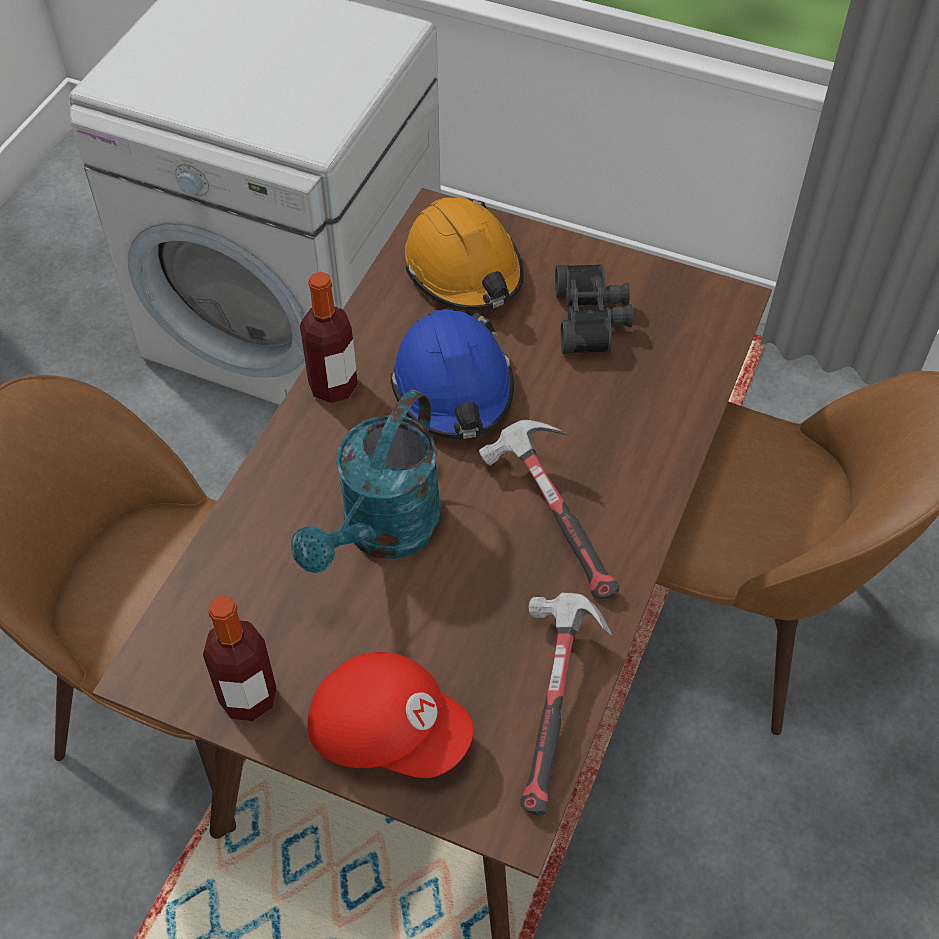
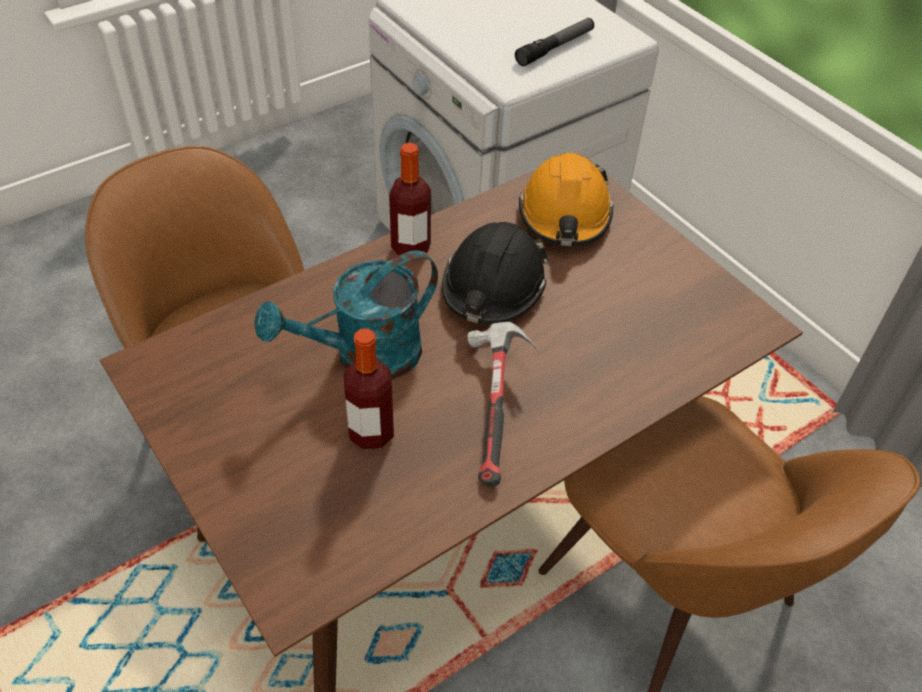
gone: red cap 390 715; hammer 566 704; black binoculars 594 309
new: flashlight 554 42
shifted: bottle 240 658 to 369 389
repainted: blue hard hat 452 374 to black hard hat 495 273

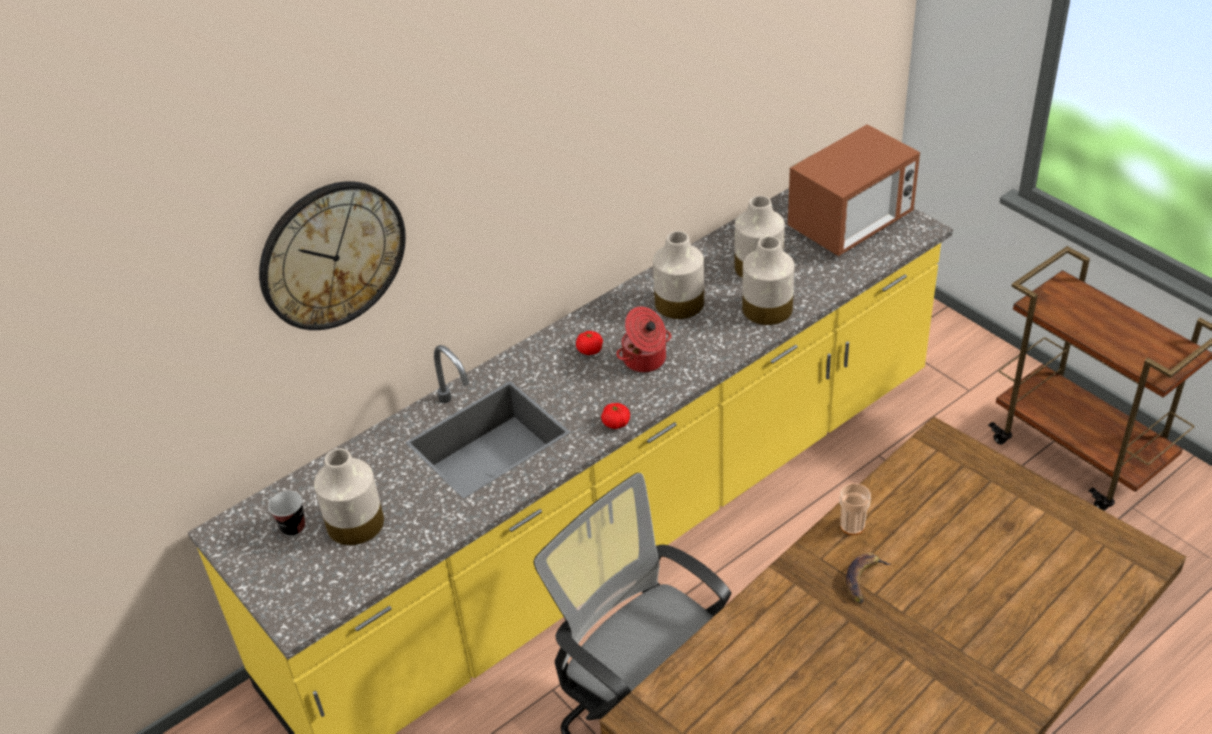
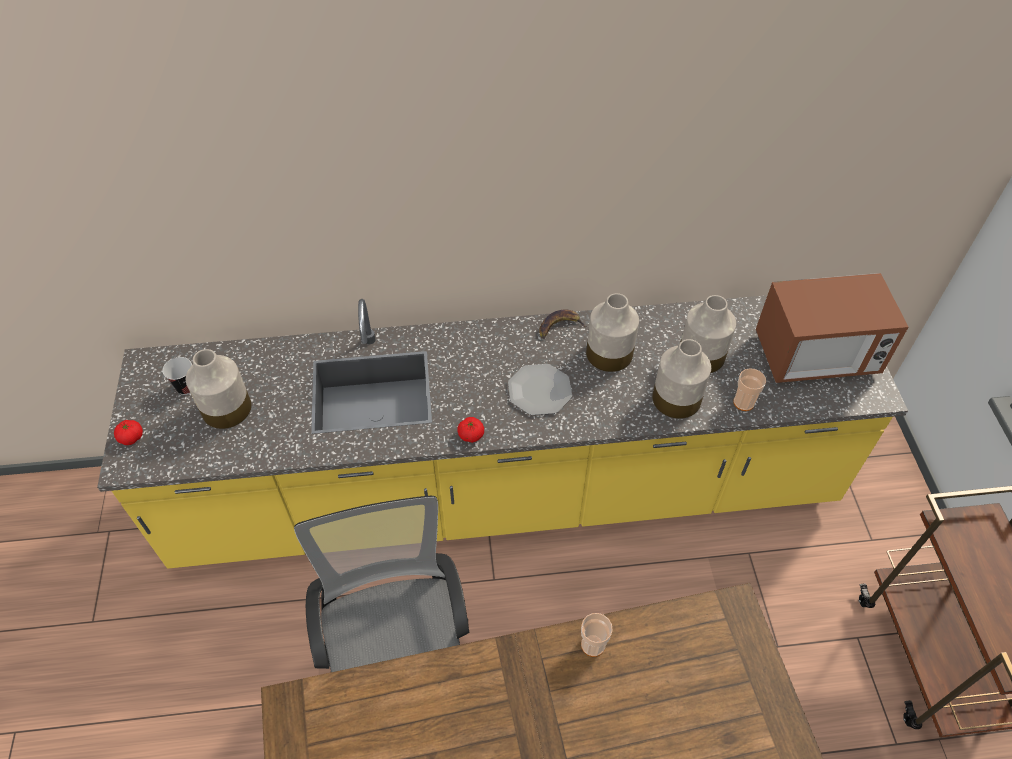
gone: wall clock 332 255
new: cup 749 389
shifted: tomato 589 343 to 128 432; banana 869 578 to 562 324
swapped: cooking pot 643 340 to plate 540 389

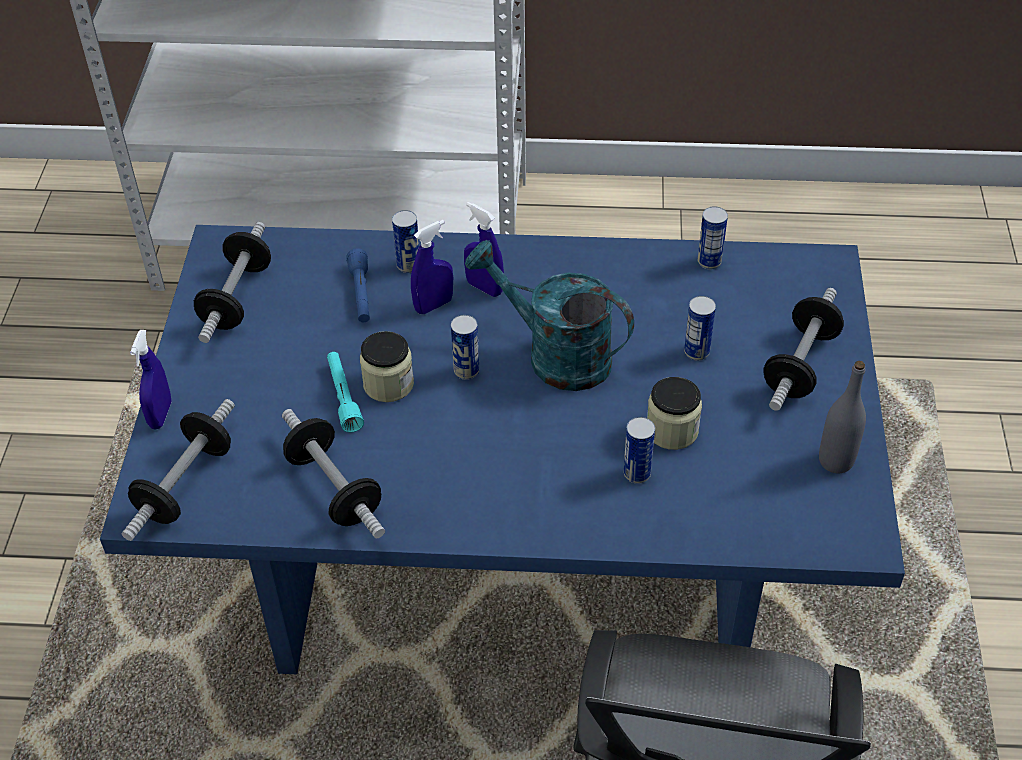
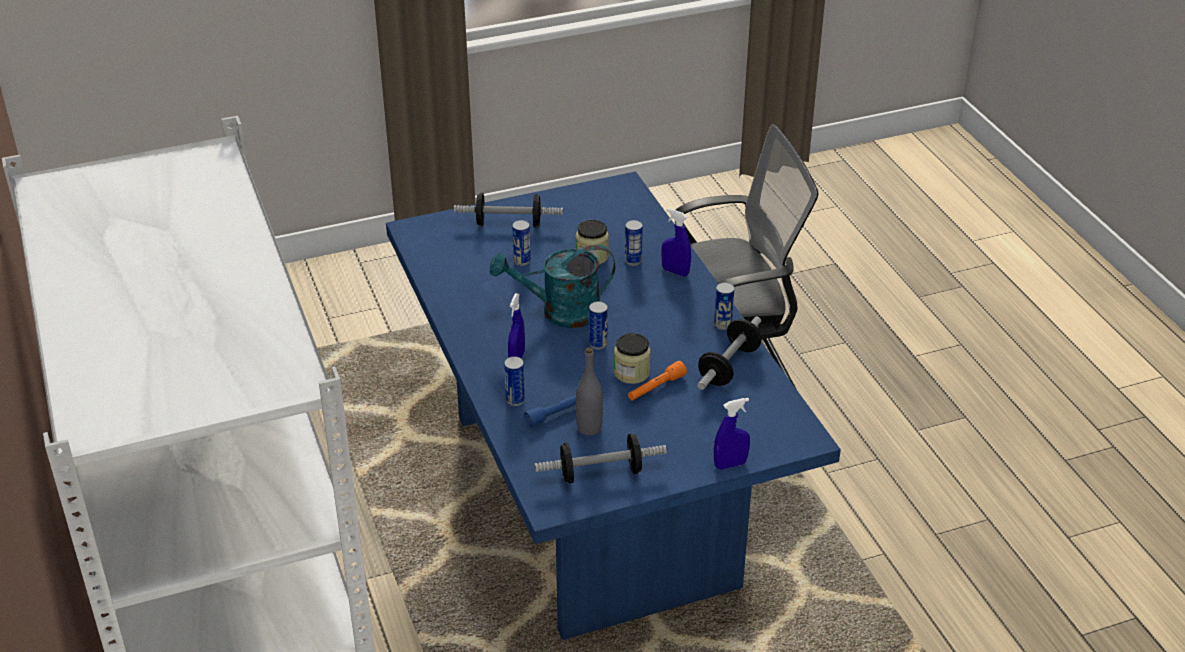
gone: dumbbell 178 470
shifted: blue spray bottle 432 267 to 676 242; can 713 238 to 724 306; grey bottle 842 417 to 589 391
repainted: turquoise flashlight 345 392 to orange flashlight 657 381
rotated: turquoise watering can 549 315 = 552 286 75 degrees clockwise

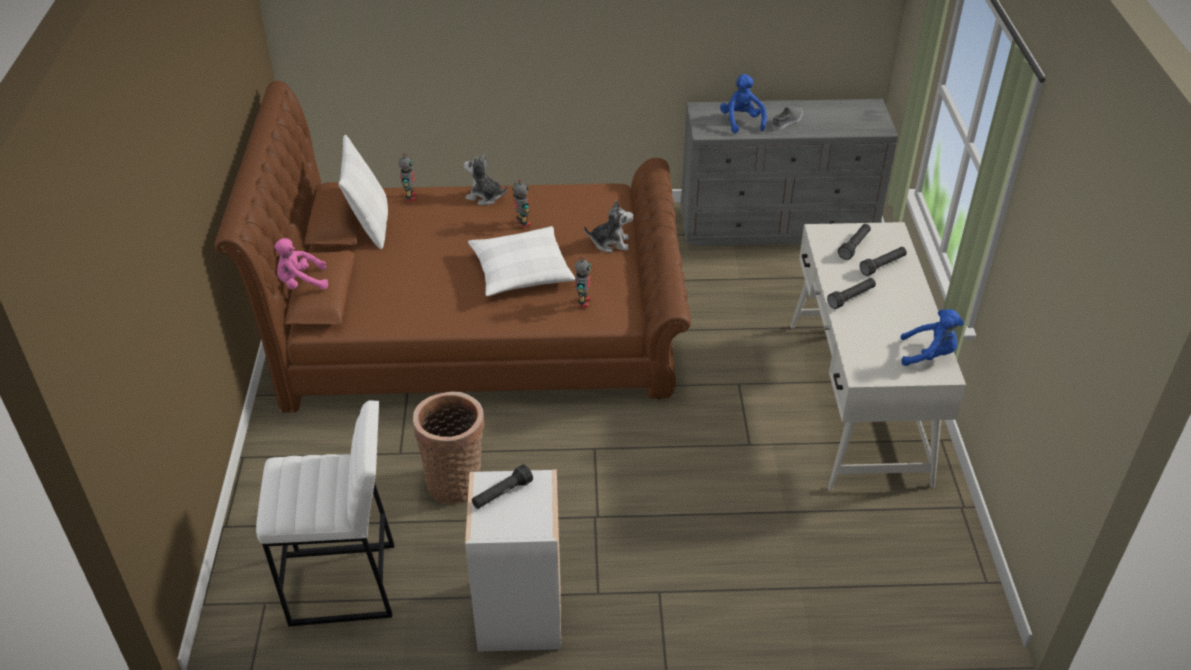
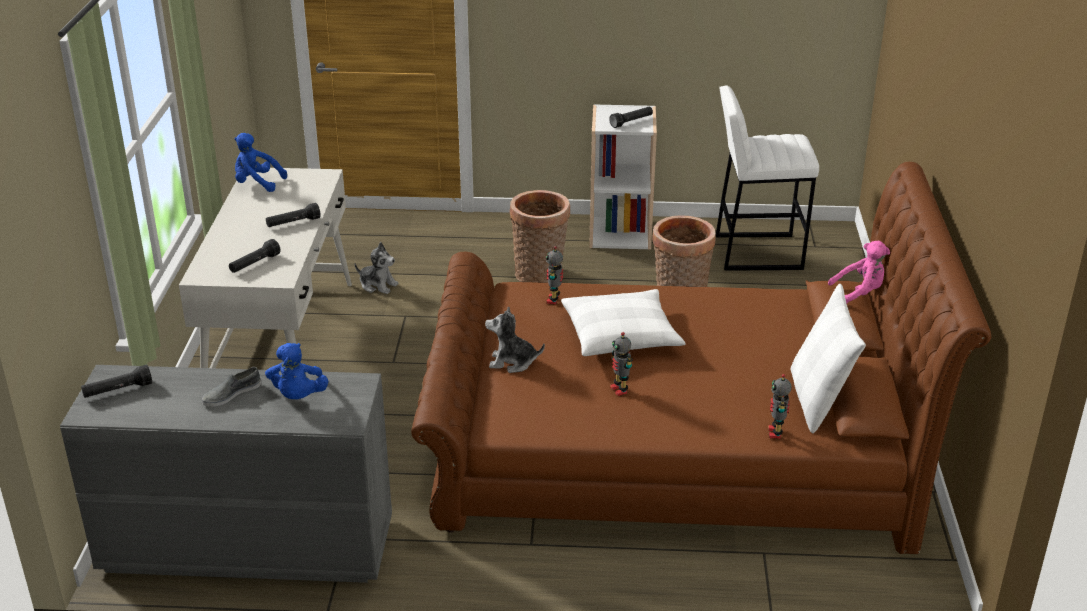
new: basket 540 236
shifted: plush toy 486 179 to 376 268; black flashlight 883 261 to 116 381

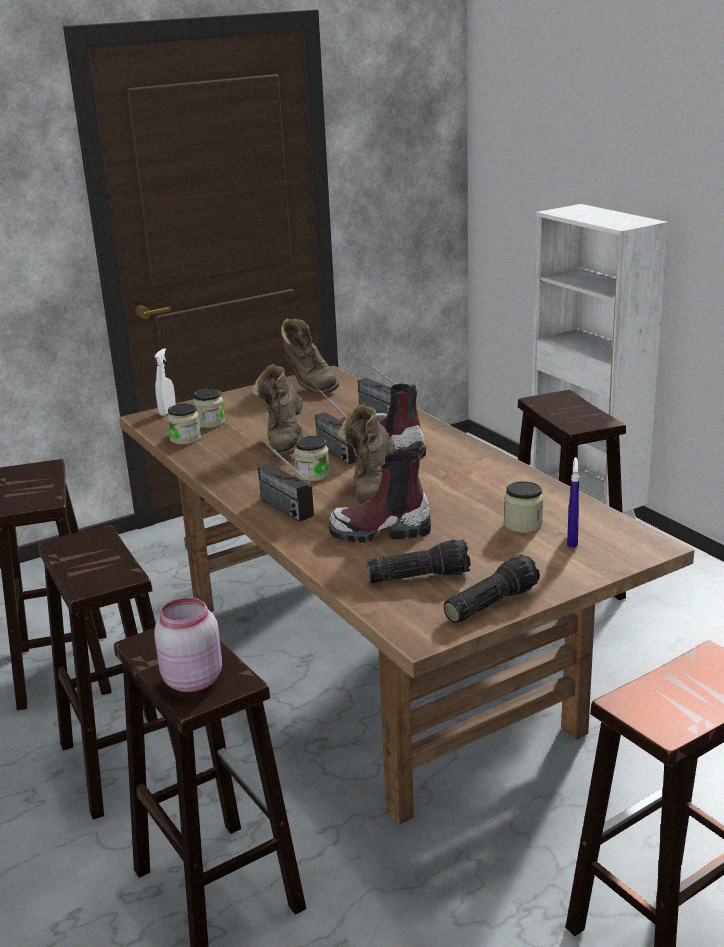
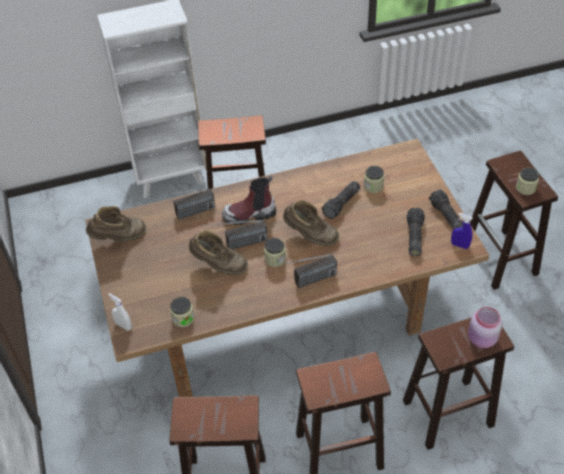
gone: boot 380 494
new: flashlight 341 200
shifted: jar 208 408 to 527 181; blue spray bottle 573 502 to 462 231

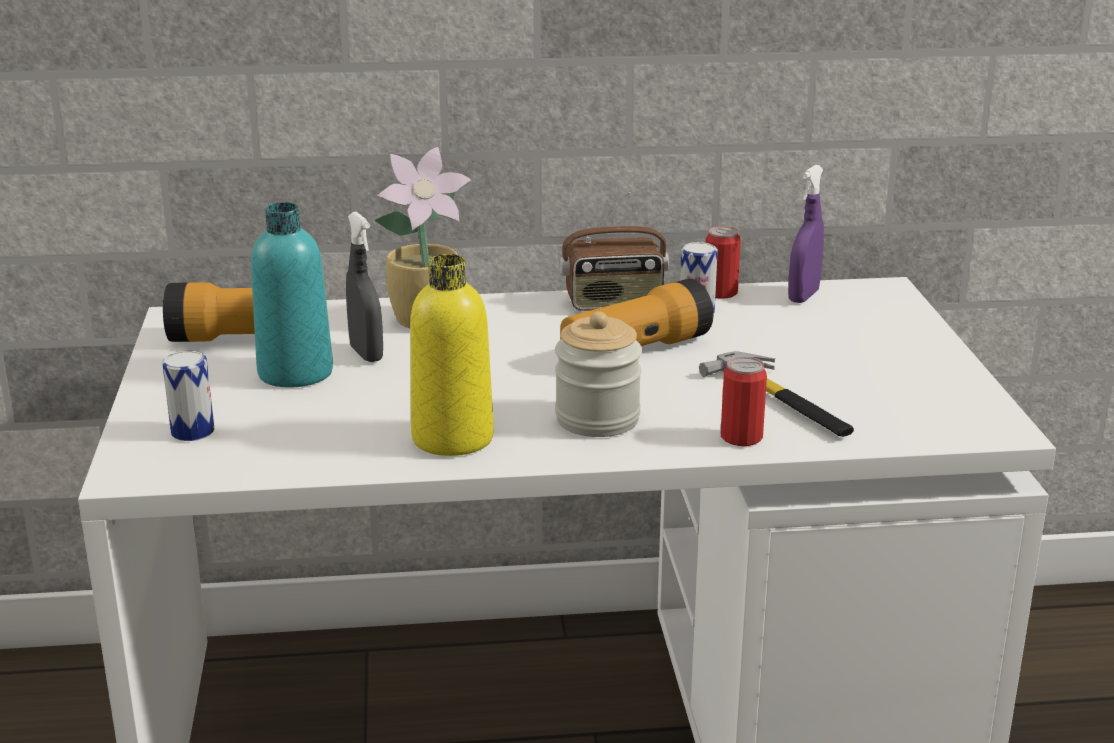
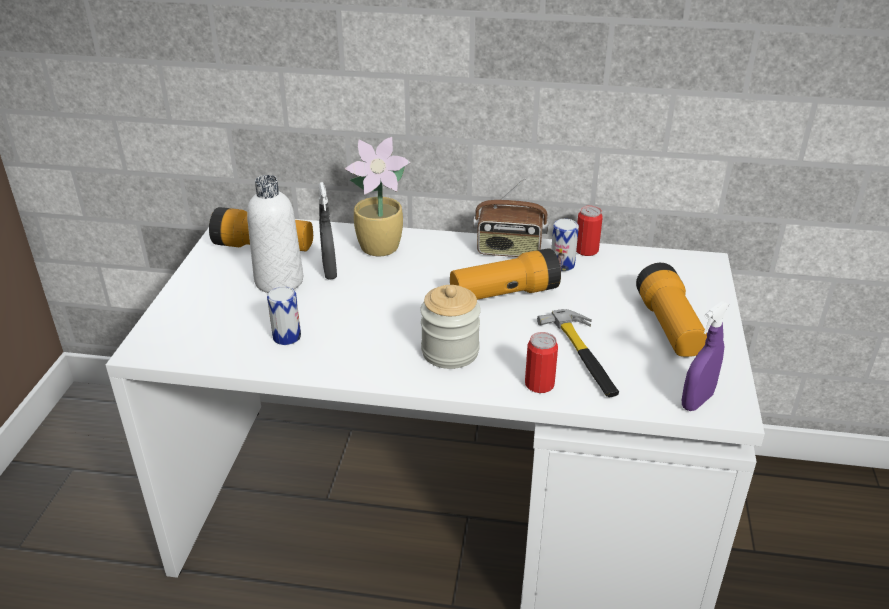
gone: yellow bottle 452 355
new: flashlight 671 310
shifted: can 188 396 to 284 316; purple spray bottle 806 234 to 705 356
repainted: turquoise bottle 292 294 to white bottle 275 234

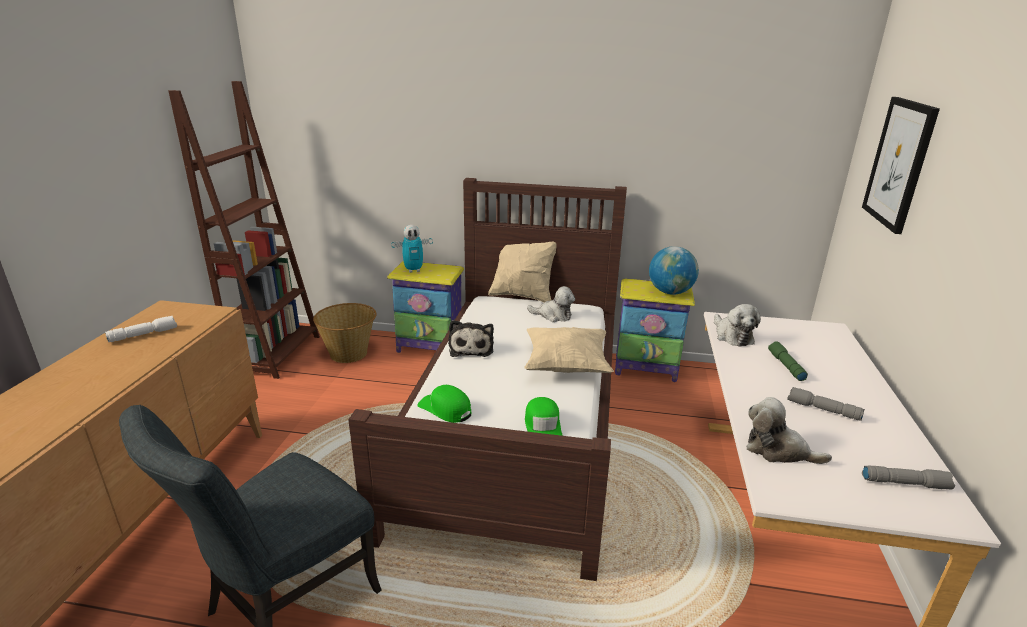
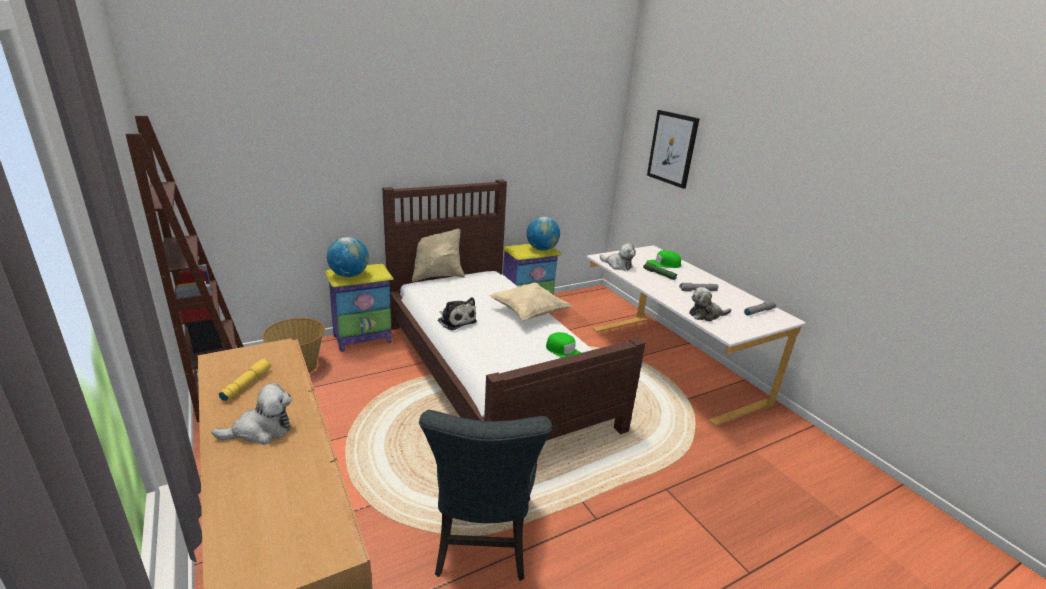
shifted: green cap 444 404 to 664 259; plush toy 551 304 to 252 414
swapped: toy robot 412 249 to globe 348 257
repainted: white flashlight 141 329 to yellow flashlight 244 380

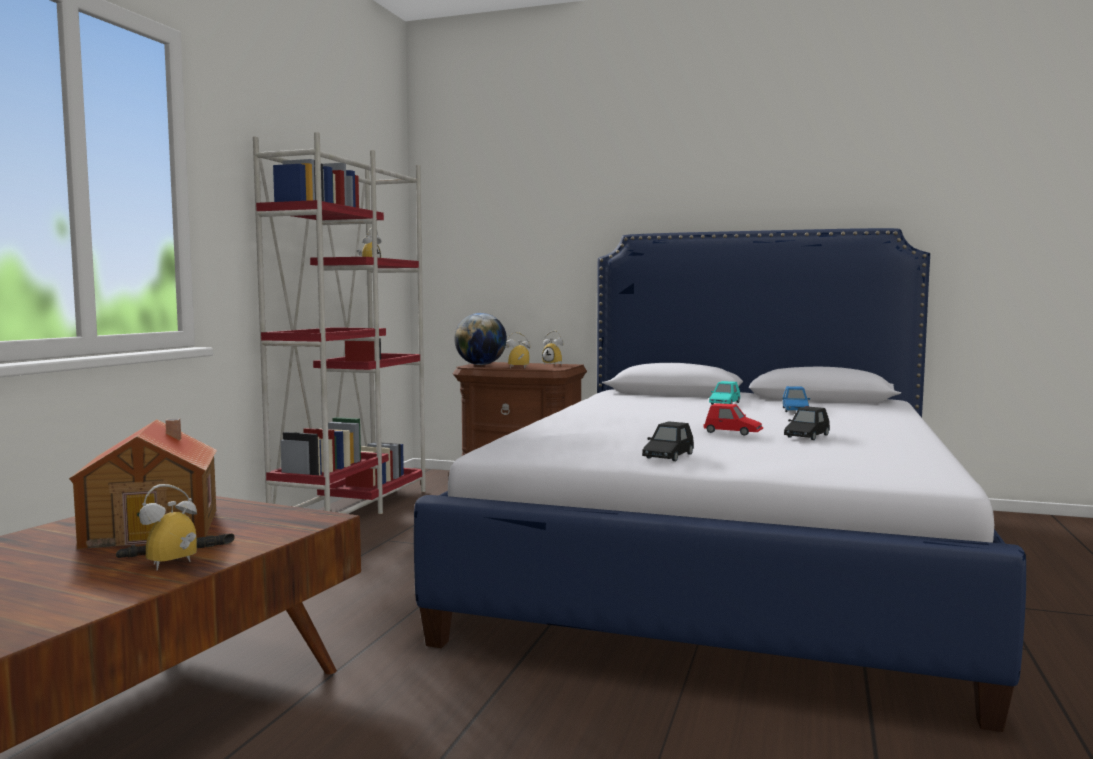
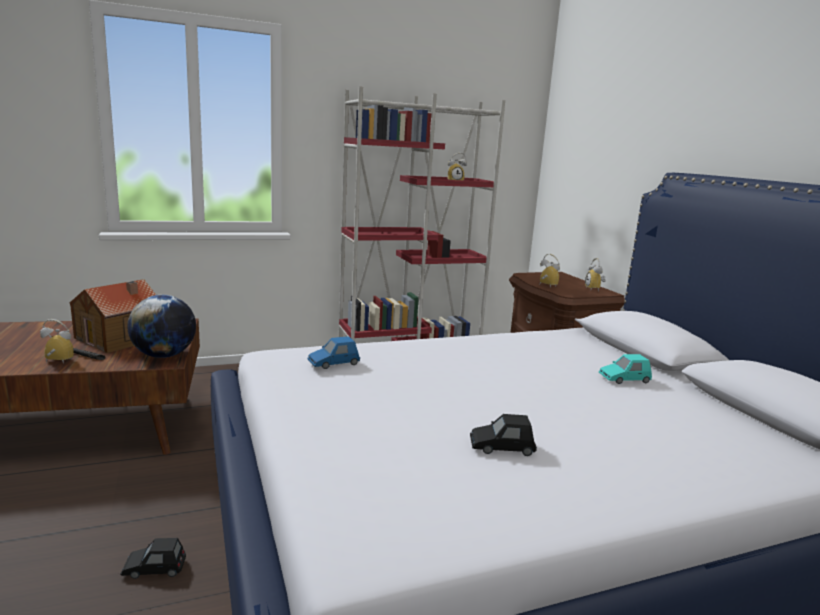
gone: red toy car 733 419
shifted: globe 480 339 to 161 326; black toy car 668 441 to 153 558; blue toy car 796 399 to 333 352

